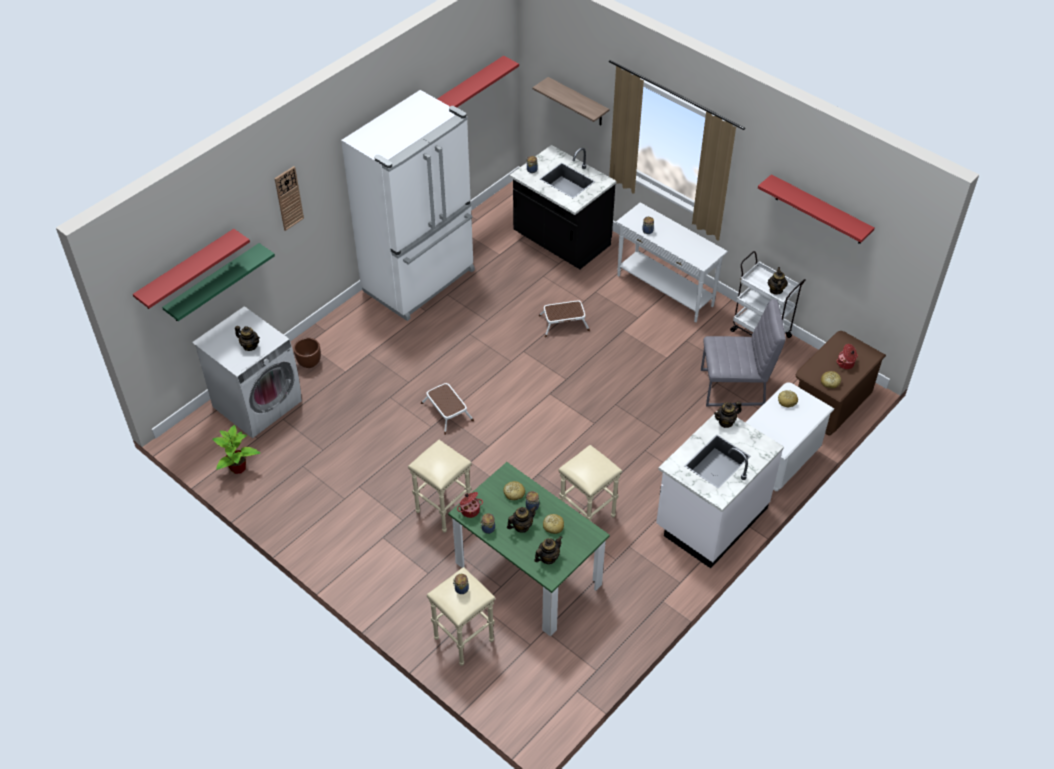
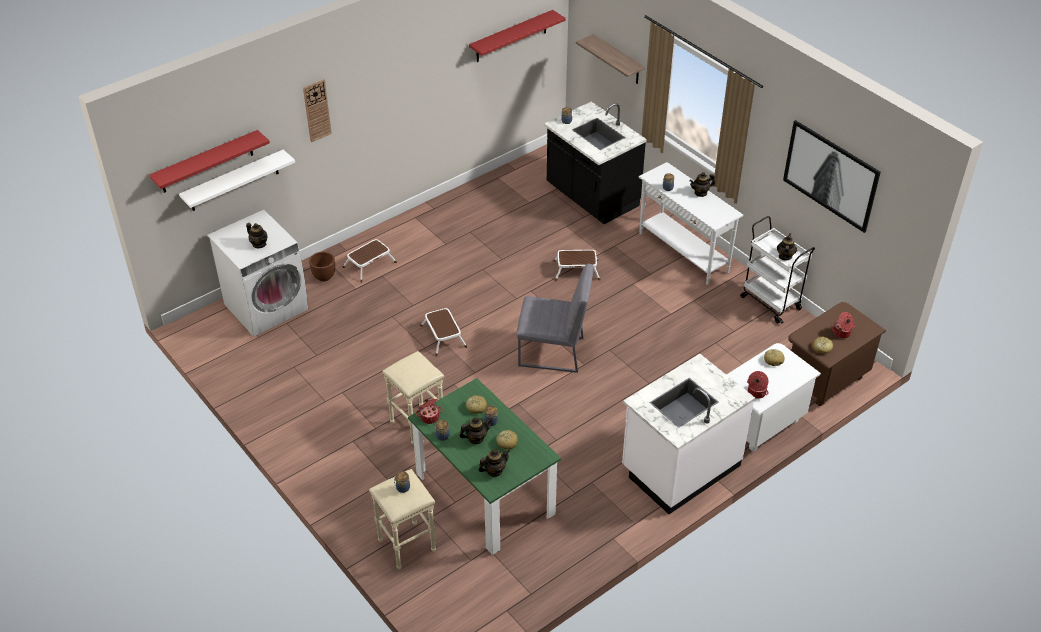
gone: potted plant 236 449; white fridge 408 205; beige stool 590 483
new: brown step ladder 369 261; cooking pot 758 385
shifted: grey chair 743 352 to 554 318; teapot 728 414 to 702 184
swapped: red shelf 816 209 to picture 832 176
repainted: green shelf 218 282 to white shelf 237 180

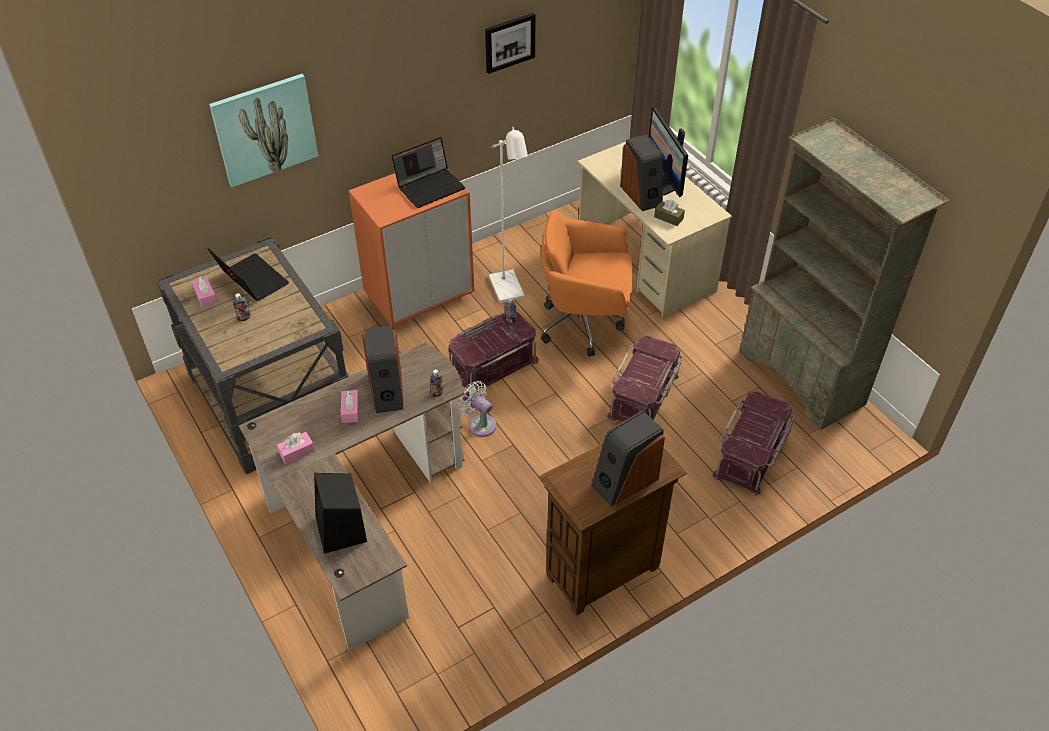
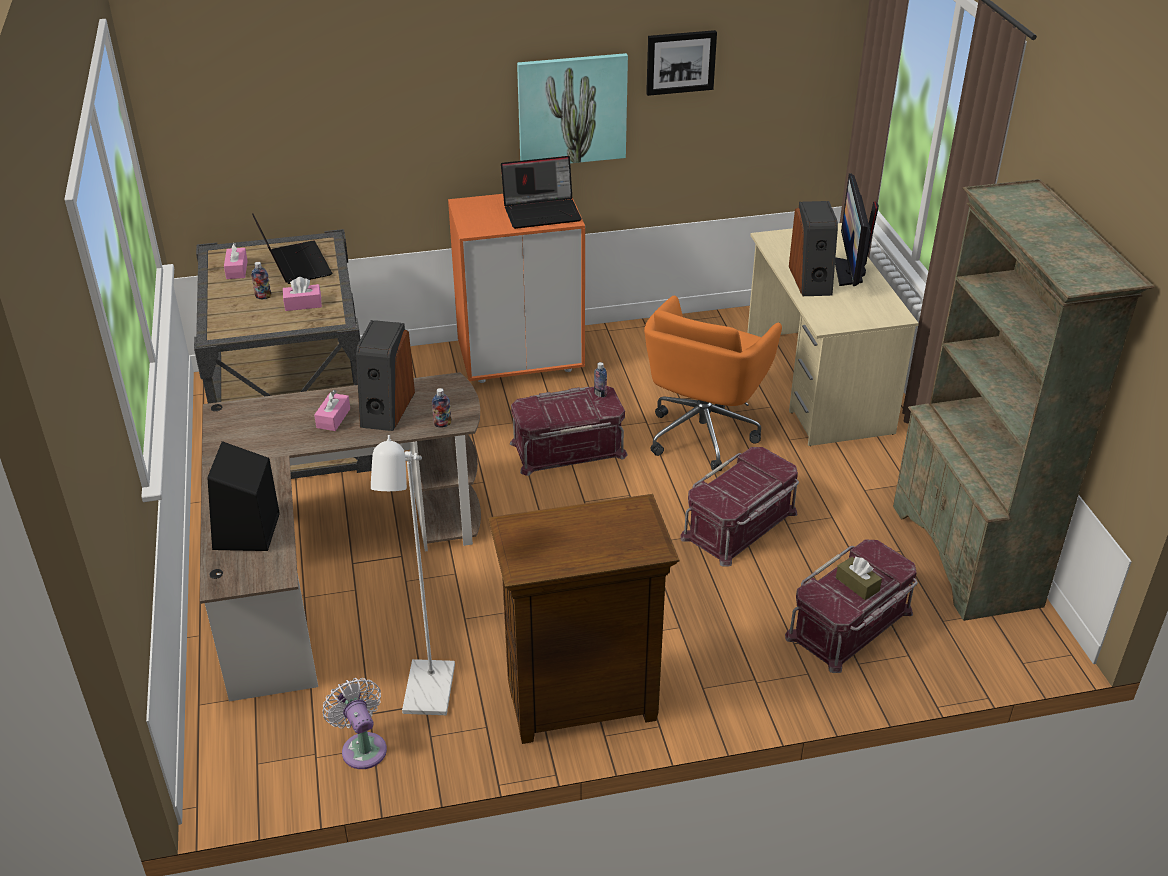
gone: speaker 628 458
shifted: picture 263 130 to 572 108; pink tissue box 296 448 to 302 294; white fan 477 409 to 355 723; white floor lamp 508 215 to 413 575; brown tissue box 669 213 to 859 578
rotated: orange office chair 587 283 = 713 383 90 degrees counterclockwise

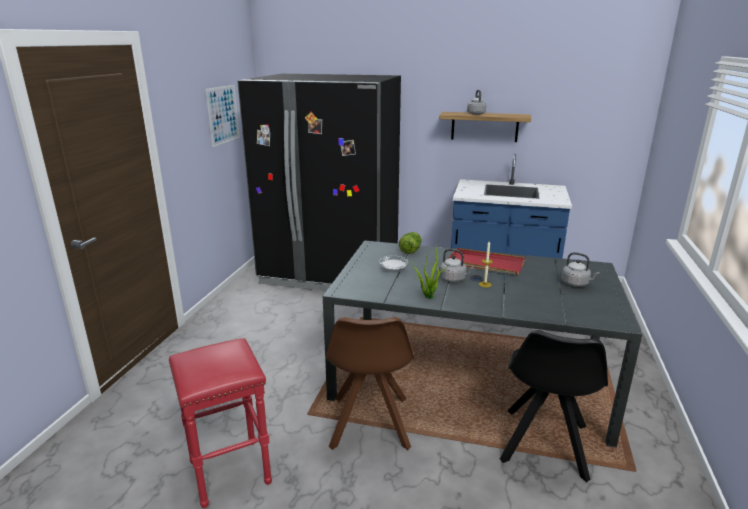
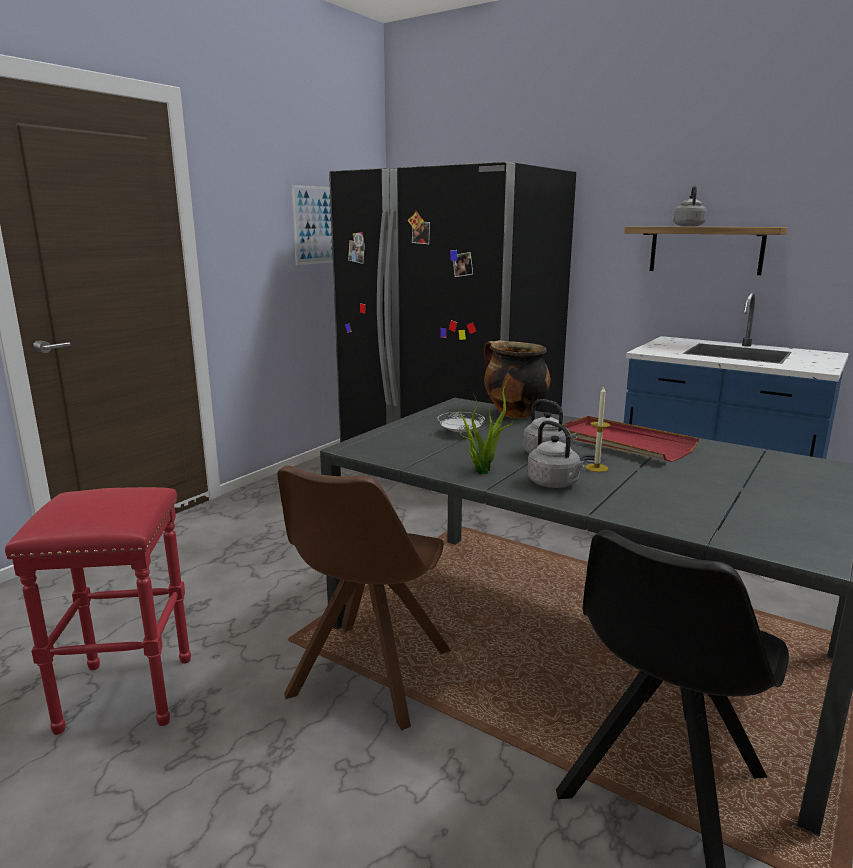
shifted: grey kettle 580 269 to 556 454
swapped: lettuce 410 243 to cooking pot 517 379

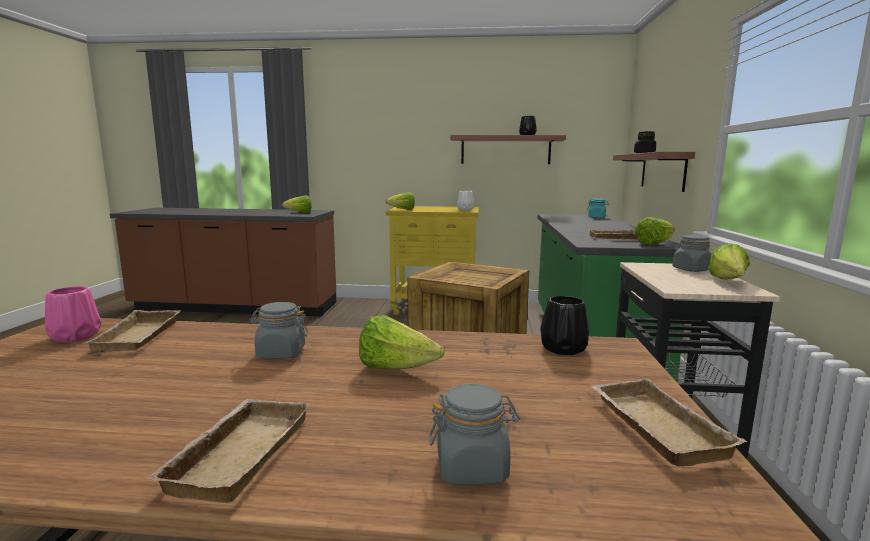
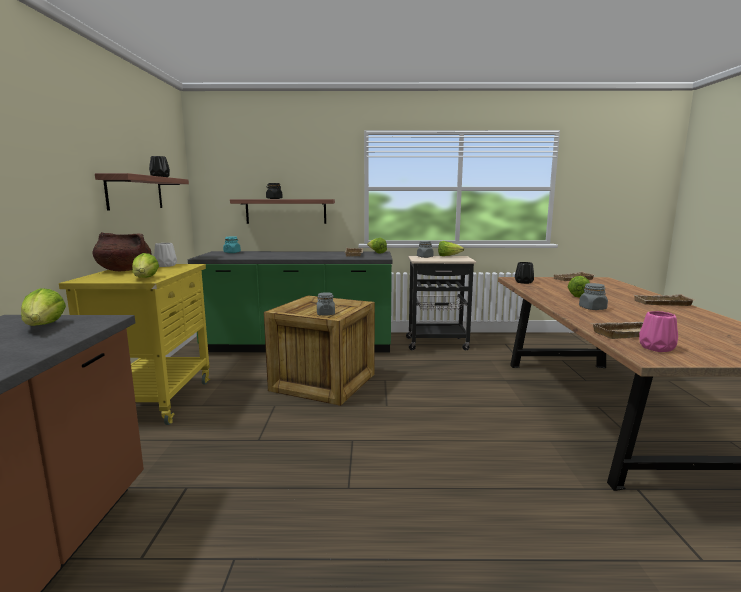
new: brown cooking pot 121 251
shifted: grey jar 474 434 to 326 304

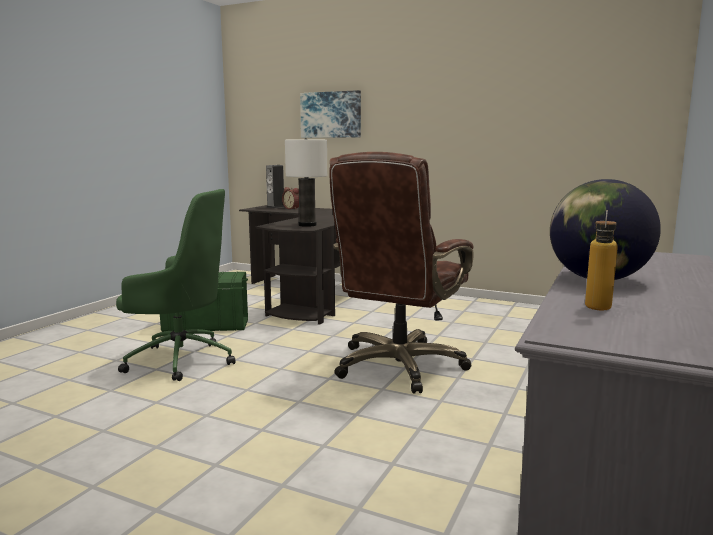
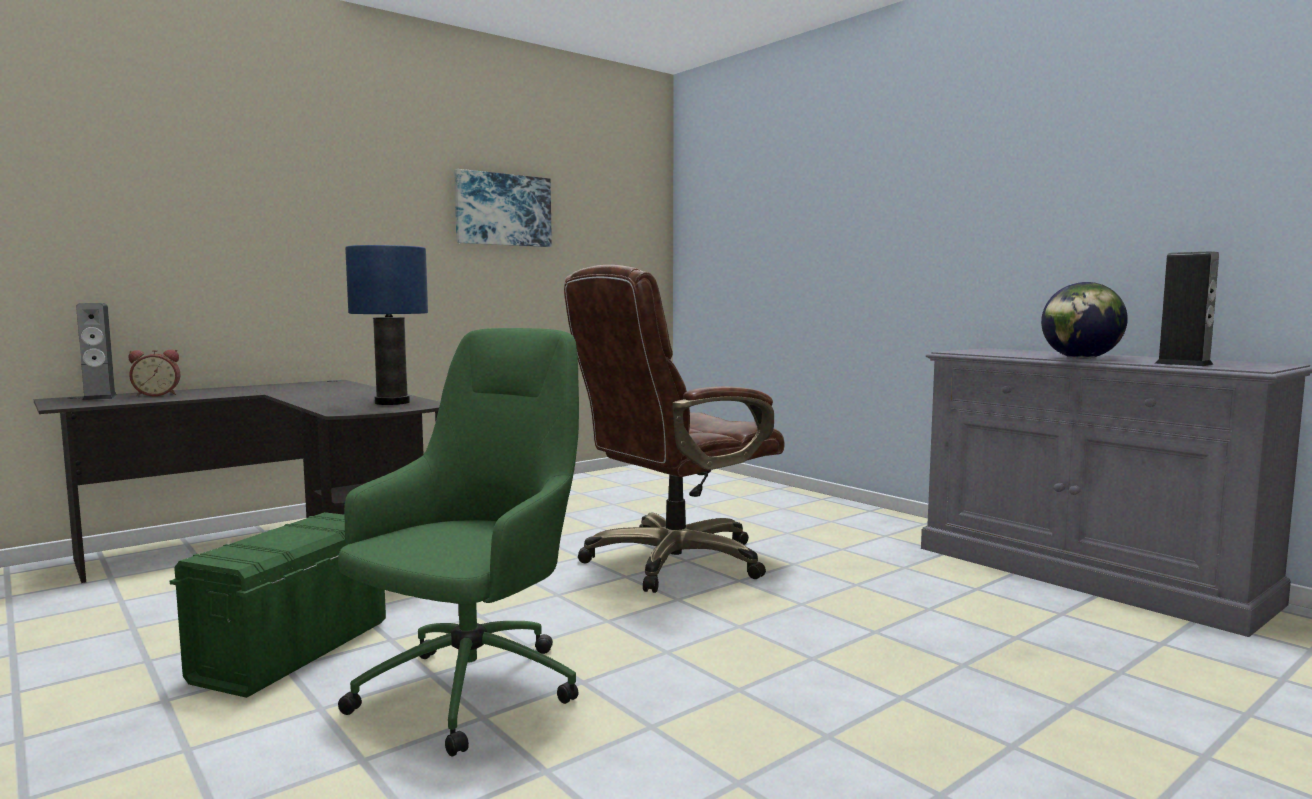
shifted: picture 330 114 to 503 208
swapped: bottle 601 260 to speaker 1187 308
repainted: white table lamp 306 182 to blue table lamp 386 325
rotated: brown office chair 401 273 = 674 429 90 degrees clockwise

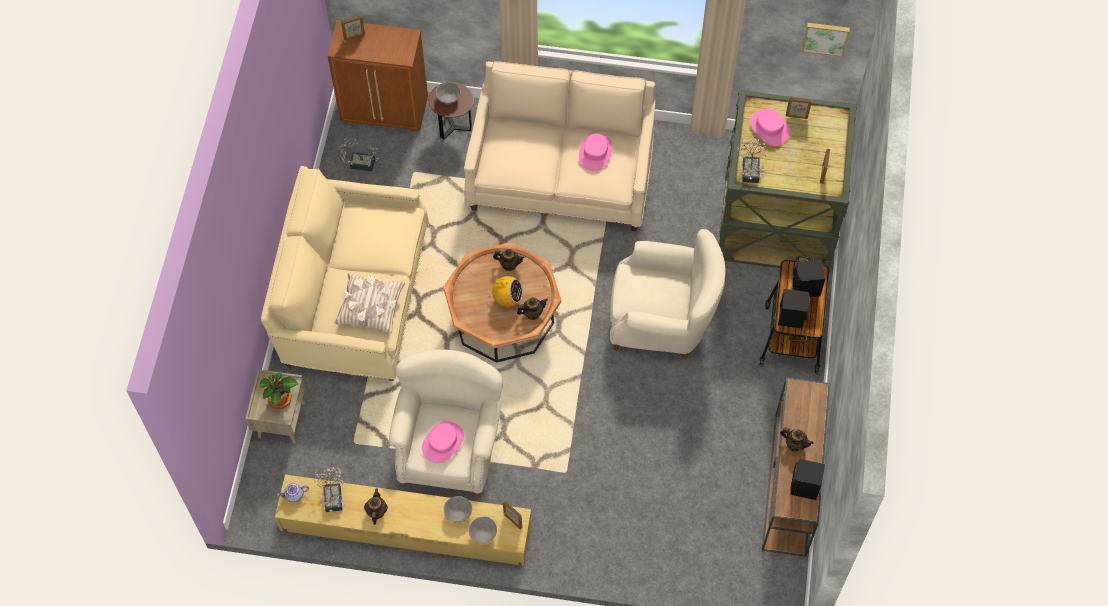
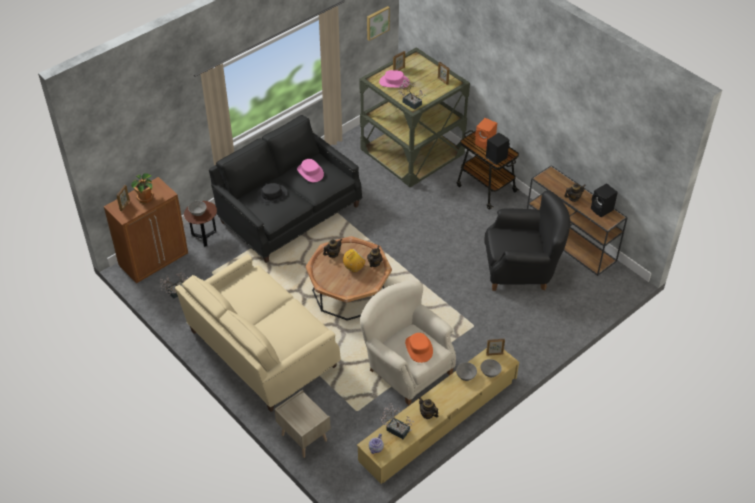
gone: beige pillow 369 303; beige armchair 668 294
new: black hat 271 193; black armchair 527 240
shifted: potted plant 278 391 to 142 188
repainted: pink hat 443 442 to orange hat 419 348; beige sofa 559 146 to black sofa 285 189; black speaker 809 278 to orange speaker 486 133

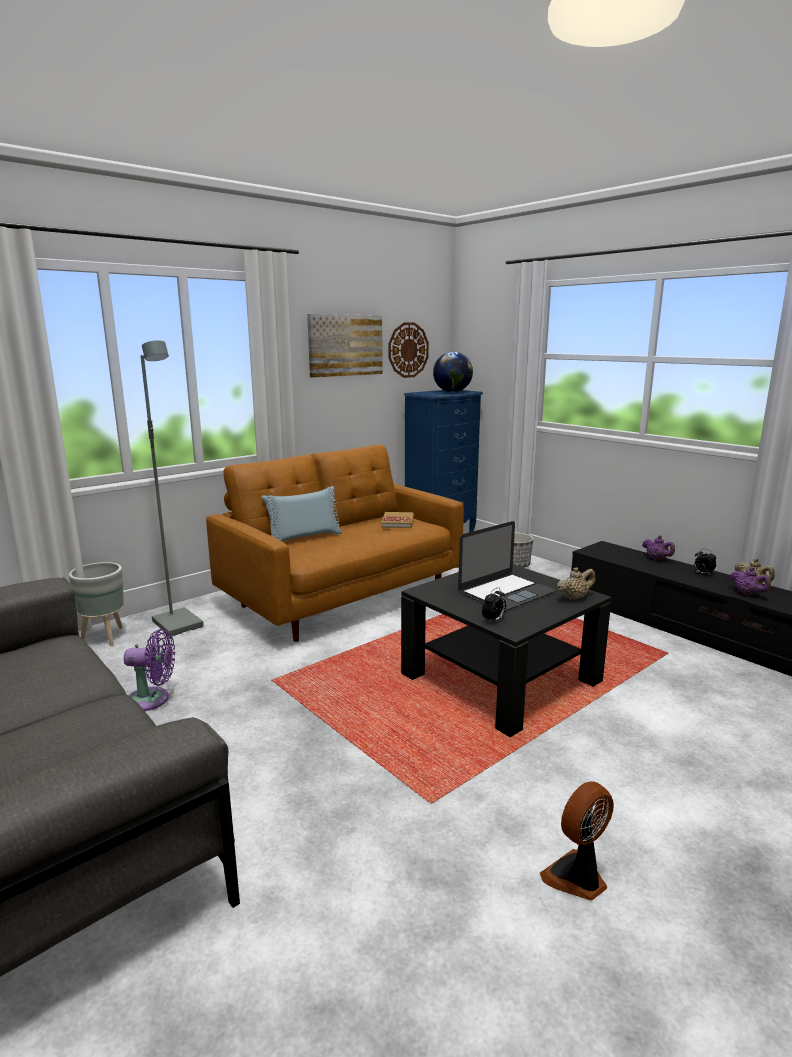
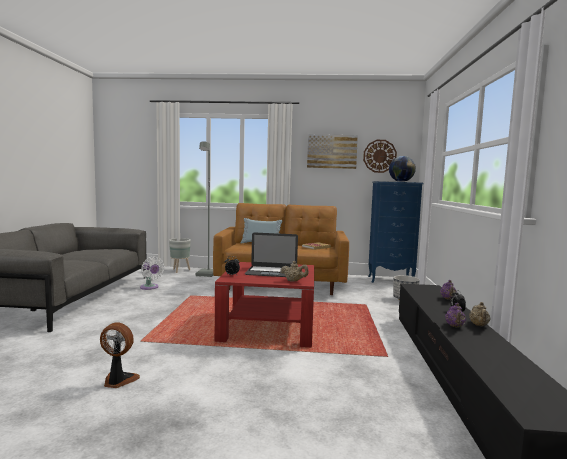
repainted: purple fan 149 670 to white fan 152 273; black coffee table 506 650 to red coffee table 264 305

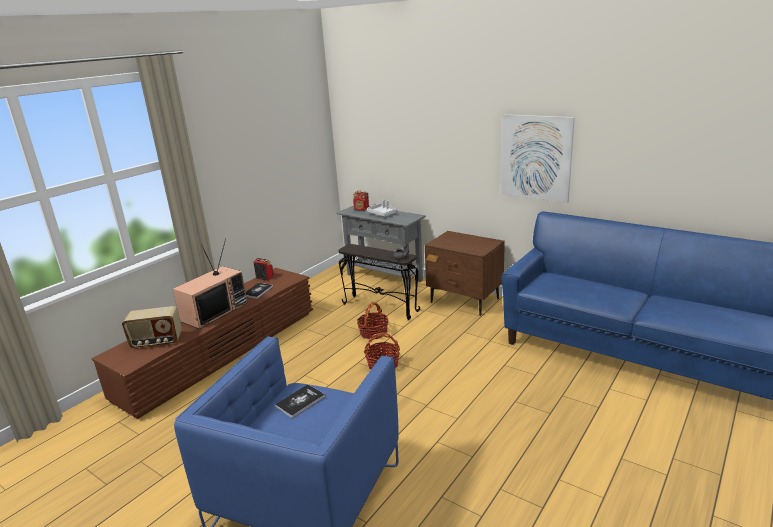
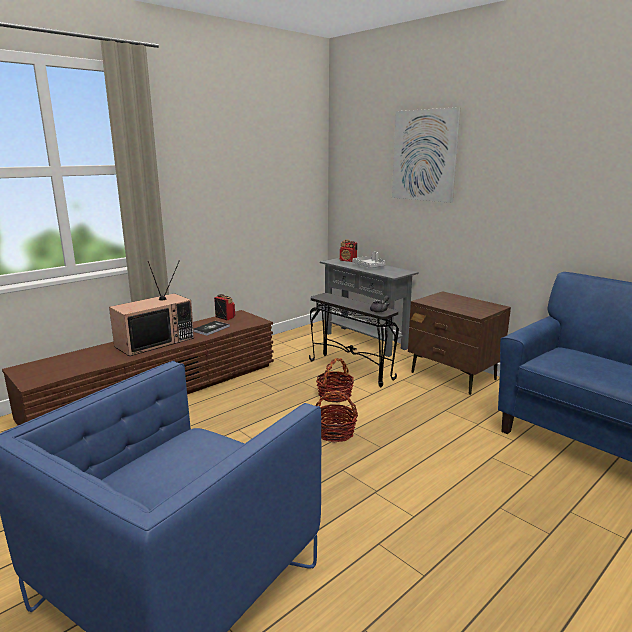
gone: radio 152 327; book 300 401
shifted: picture 538 158 to 426 155

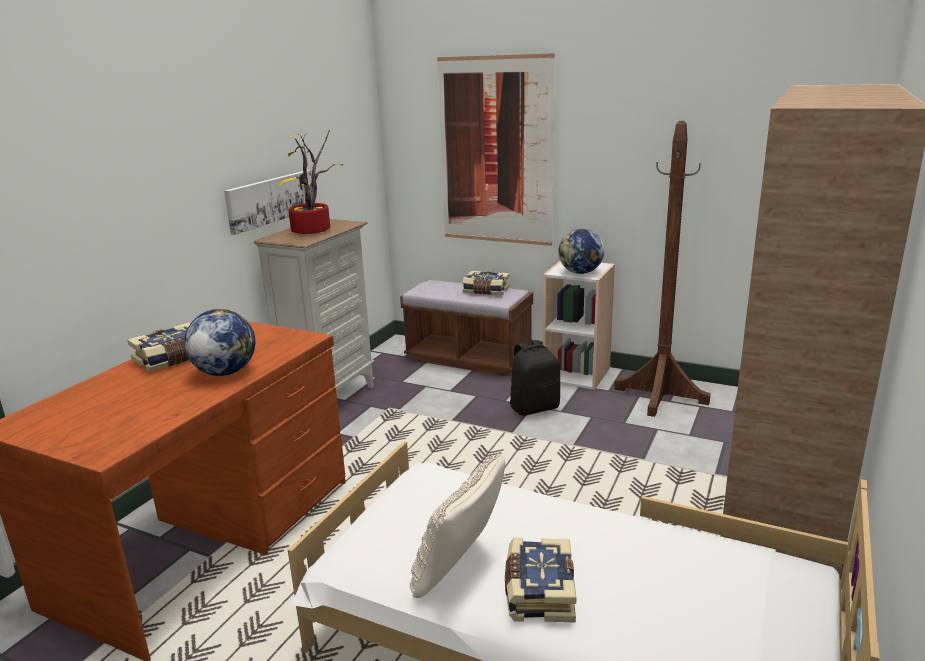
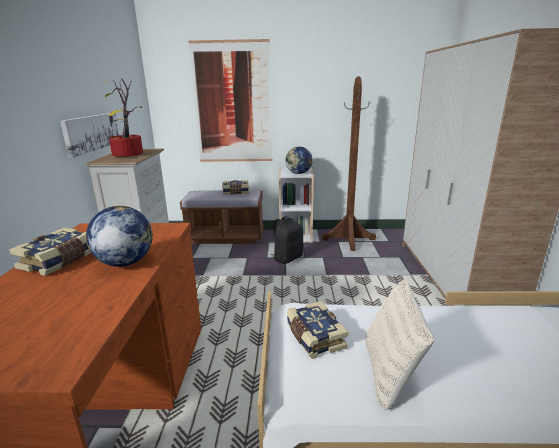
shifted: book 540 580 to 318 330

